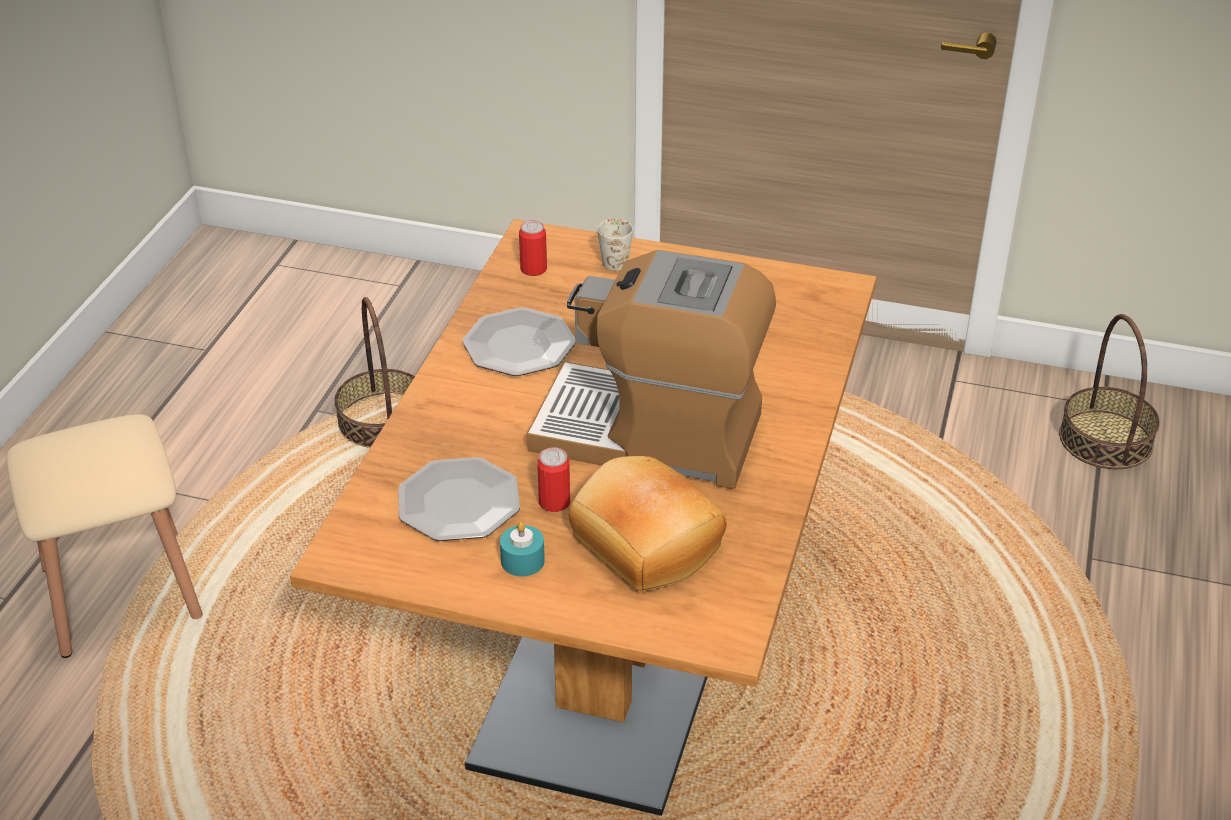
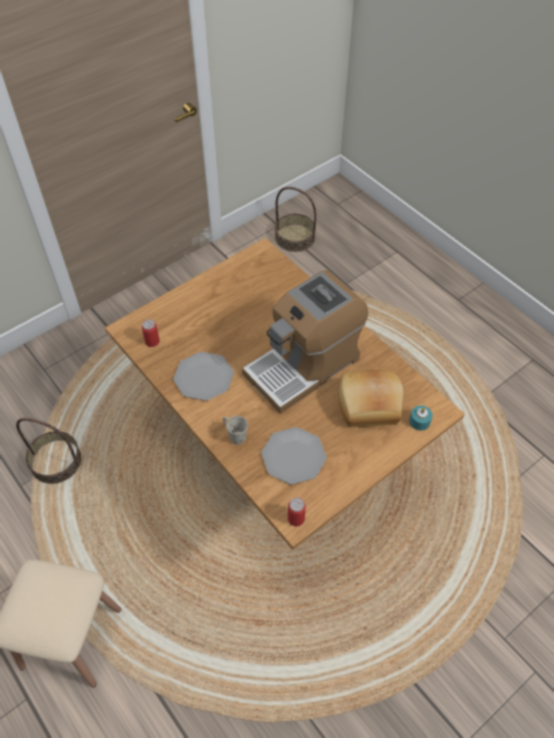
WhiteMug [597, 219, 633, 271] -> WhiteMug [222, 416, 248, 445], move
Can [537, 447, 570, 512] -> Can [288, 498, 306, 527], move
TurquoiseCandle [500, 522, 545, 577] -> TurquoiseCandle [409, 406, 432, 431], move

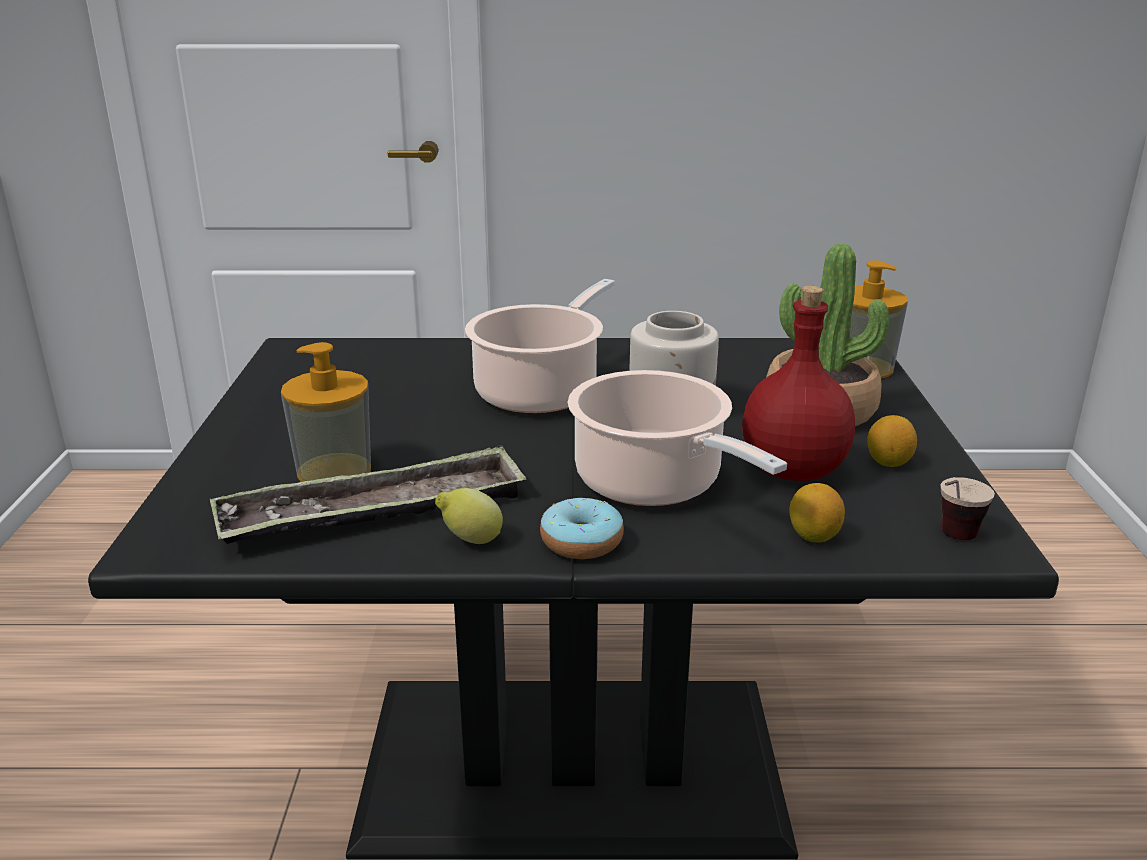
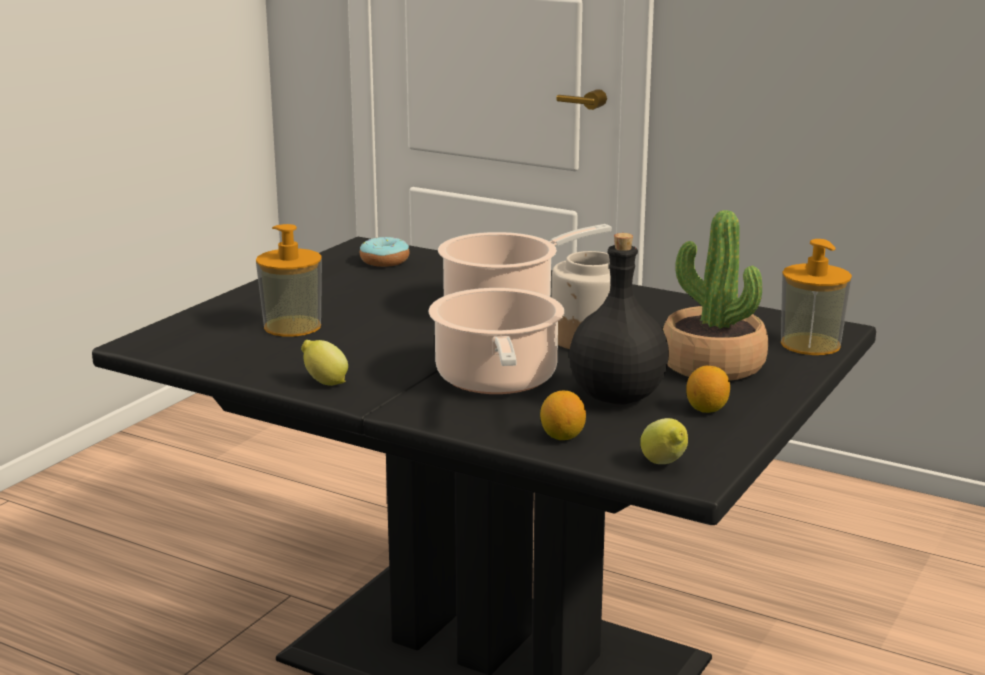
Donut [540, 498, 624, 559] -> Donut [360, 237, 409, 267], move
RedBottle [742, 286, 855, 481] -> BlackBottle [569, 233, 669, 405]
Cup [941, 477, 995, 540] -> Lemon [640, 418, 688, 464]
Tray [210, 445, 526, 544] -> none

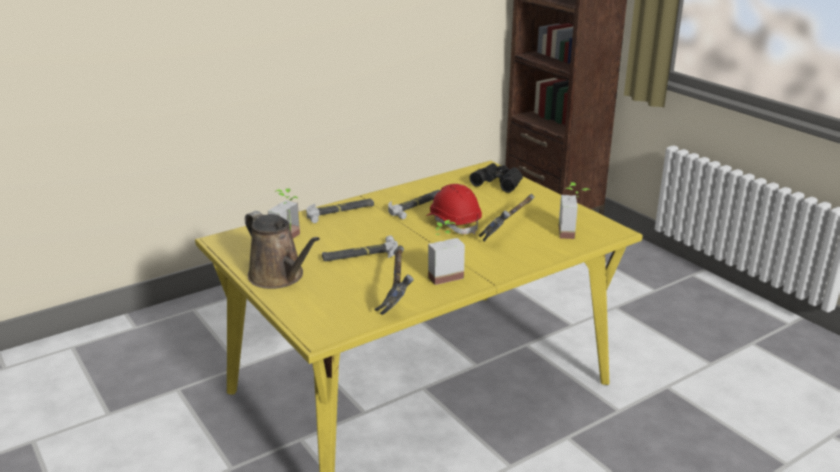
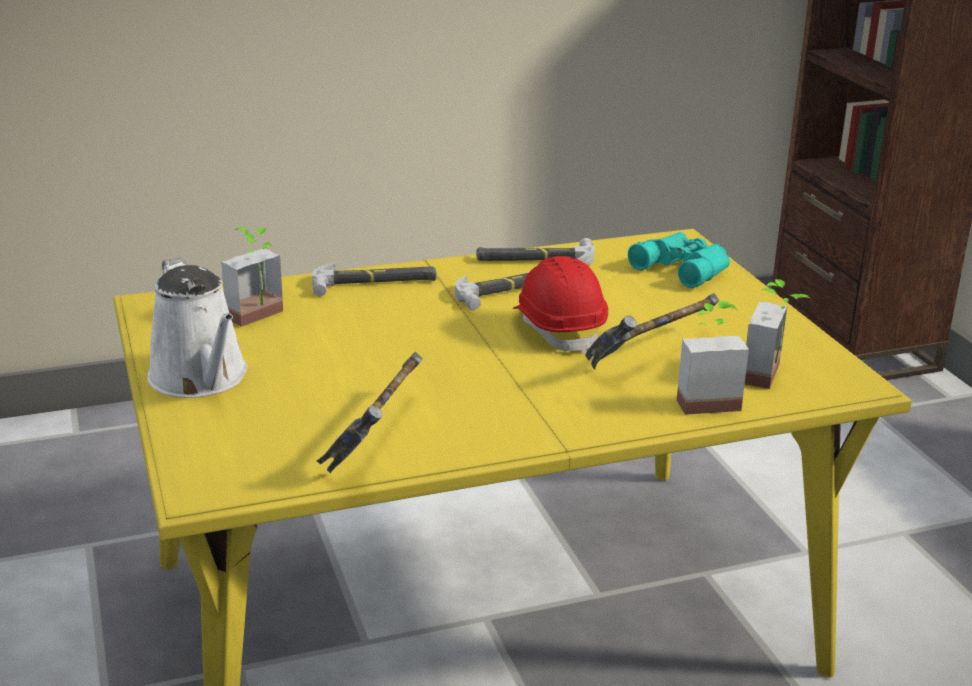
BrownWateringCan [245, 211, 320, 289] -> WhiteWateringCan [147, 257, 247, 398]
Hammer [322, 235, 398, 261] -> Hammer [476, 238, 595, 265], move
BlackBinoculars [469, 163, 523, 193] -> TurquoiseBinoculars [628, 232, 730, 288]
PottedPlant [428, 220, 465, 285] -> PottedPlant [677, 301, 749, 415], move

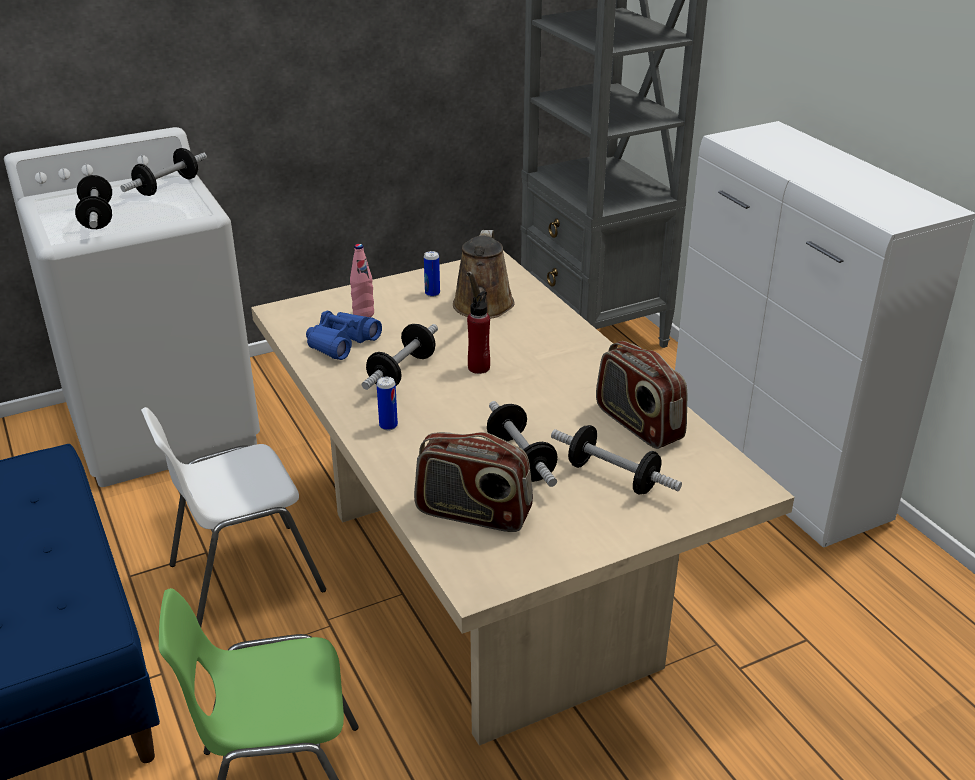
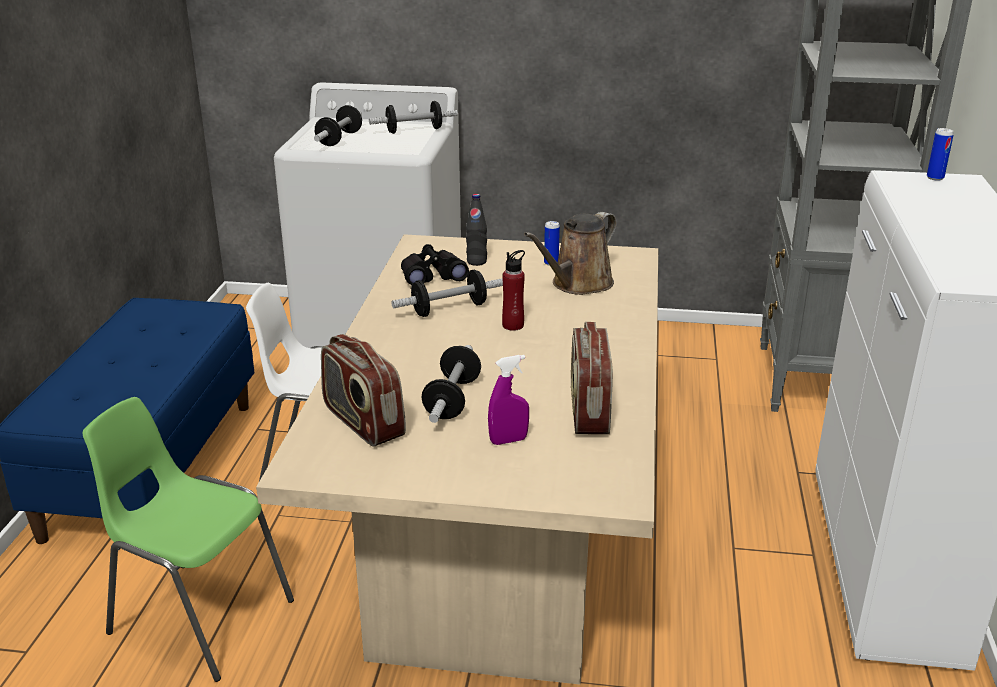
BlueBinoculars [306, 311, 382, 360] -> BlackBinoculars [401, 244, 469, 285]
PinkBottle [350, 244, 374, 317] -> BlackBottle [466, 194, 487, 266]
Dumbbell [551, 425, 682, 495] -> PurpleSprayBottle [488, 355, 529, 445]
Can [377, 377, 398, 431] -> Can [927, 128, 954, 181], move

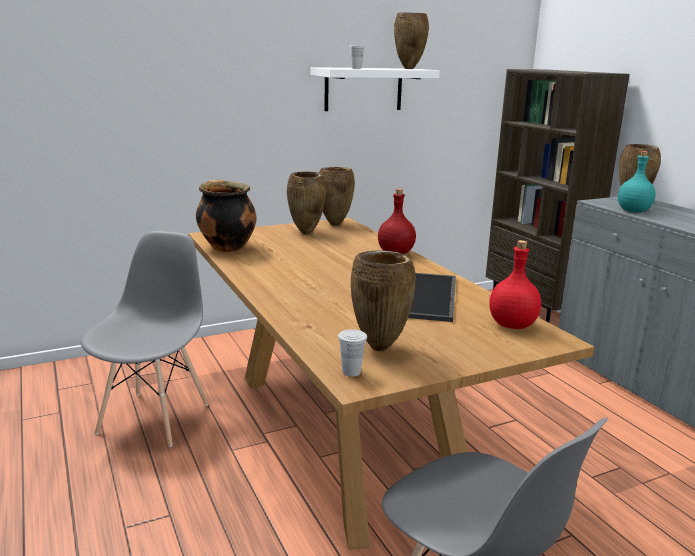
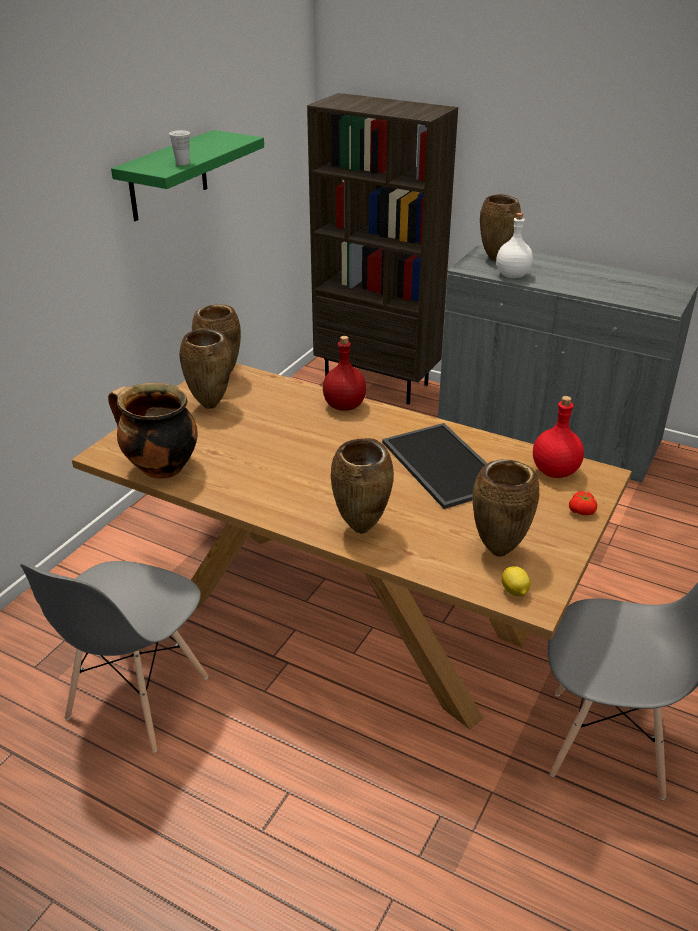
GreyChair [81, 231, 209, 447] -> GreyChair [20, 561, 208, 753], 135 degrees counterclockwise
WhiteShelf [310, 67, 440, 111] -> GreenShelf [111, 130, 264, 221]
BrownVase [394, 12, 429, 69] -> BrownVase [331, 438, 394, 534], move
TurquoiseBottle [618, 151, 656, 213] -> WhiteBottle [496, 213, 533, 278]
WhiteCup [338, 330, 367, 377] -> Lemon [502, 566, 530, 597]
none -> Tomato [569, 491, 597, 515]

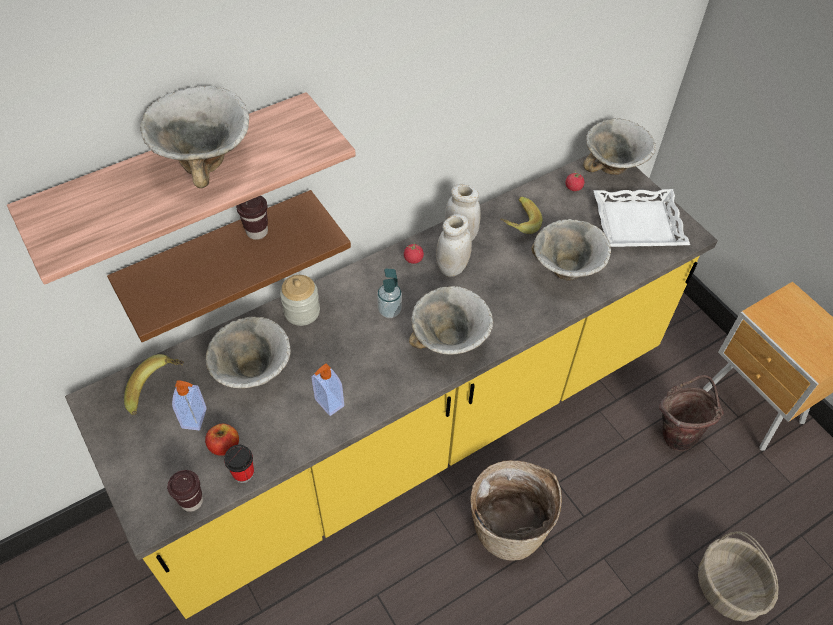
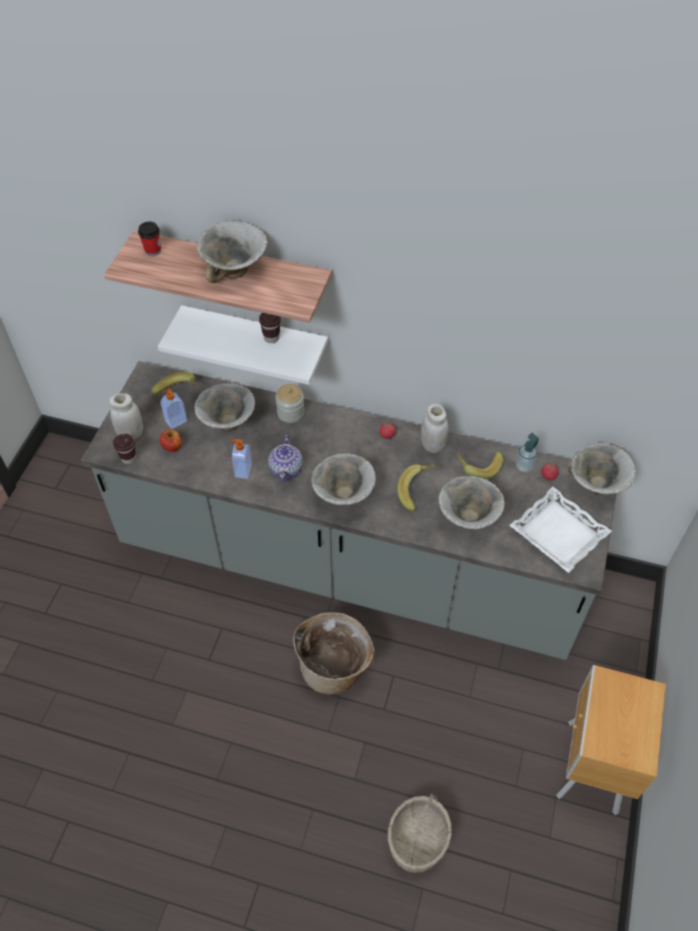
YellowCounter [65, 155, 718, 619] -> GreyCounter [81, 361, 616, 660]
WhiteJar [436, 214, 472, 277] -> WhiteJar [109, 393, 143, 439], move
Cup [224, 445, 254, 483] -> Cup [138, 221, 161, 256], move
BrownShelf [107, 190, 351, 342] -> WhiteShelf [158, 305, 328, 385]
none -> Teapot [268, 435, 303, 482]
none -> Banana [397, 464, 438, 511]
SoapDispenser [377, 269, 402, 318] -> SoapDispenser [516, 433, 539, 472], move
BrownBucket [659, 375, 724, 452] -> none

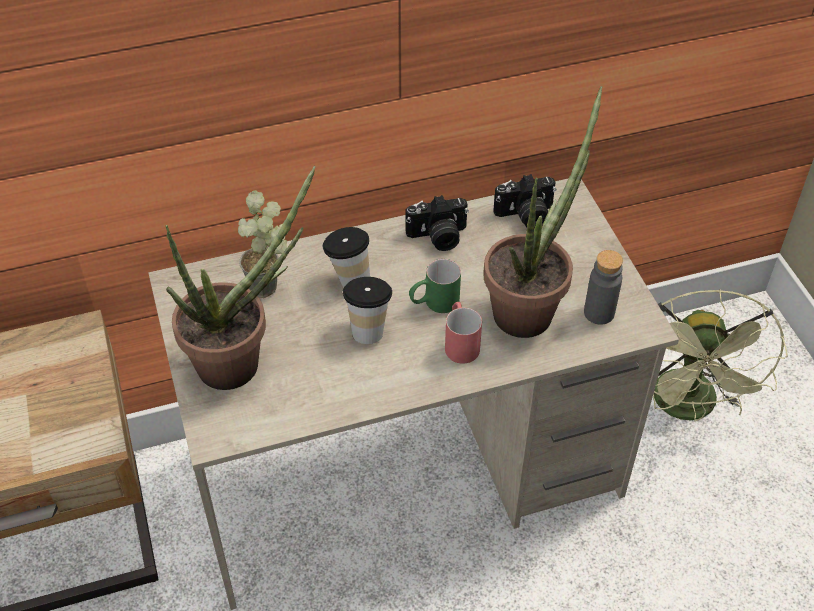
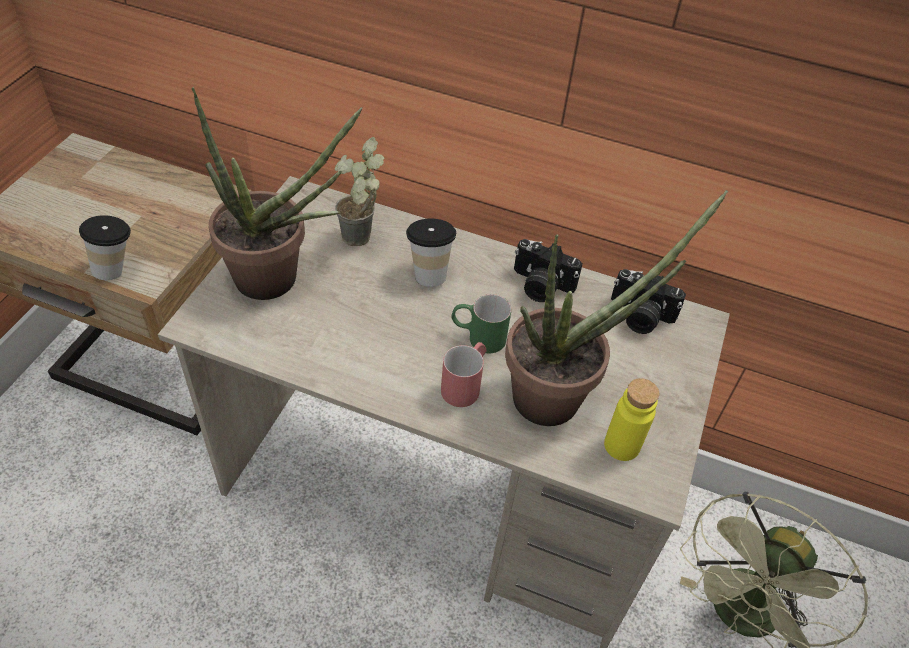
Cup [343, 277, 392, 344] -> Cup [79, 215, 131, 280], move
GreyBottle [584, 250, 623, 325] -> YellowBottle [604, 378, 659, 461]

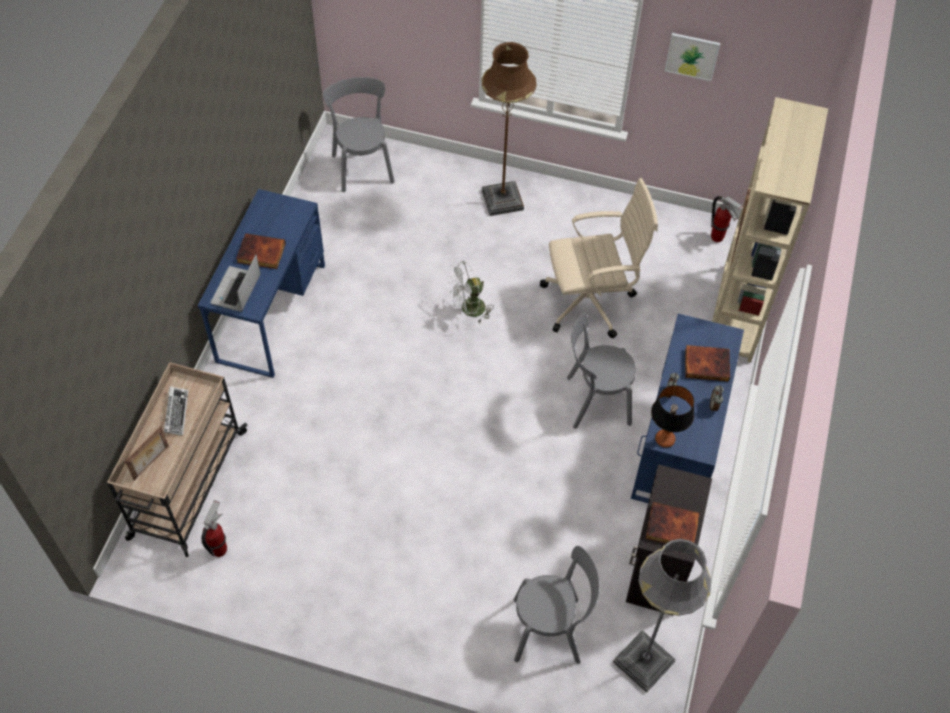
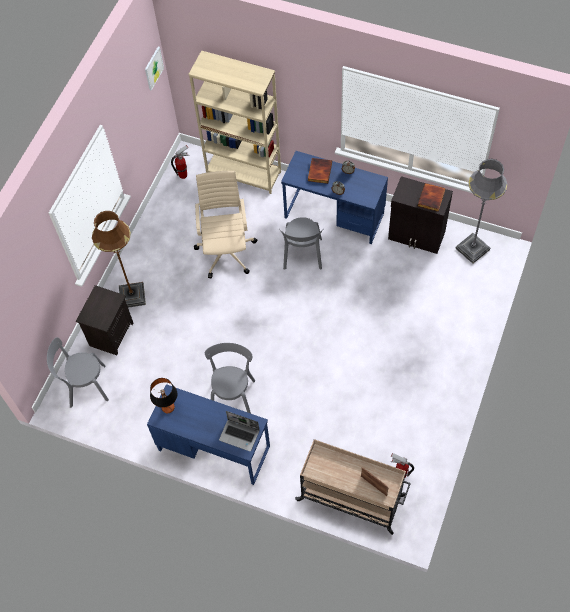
none -> BlackNightstand [76, 285, 133, 355]
Picture [665, 33, 720, 81] -> Picture [145, 47, 164, 91], move
TableLamp [651, 385, 694, 447] -> TableLamp [150, 378, 177, 413], move
GreyChair [513, 546, 600, 664] -> GreyChair [205, 343, 255, 414], move
Keyboard [164, 387, 188, 436] -> none
Book [236, 233, 286, 269] -> none
WhiteFan [447, 261, 494, 323] -> none

